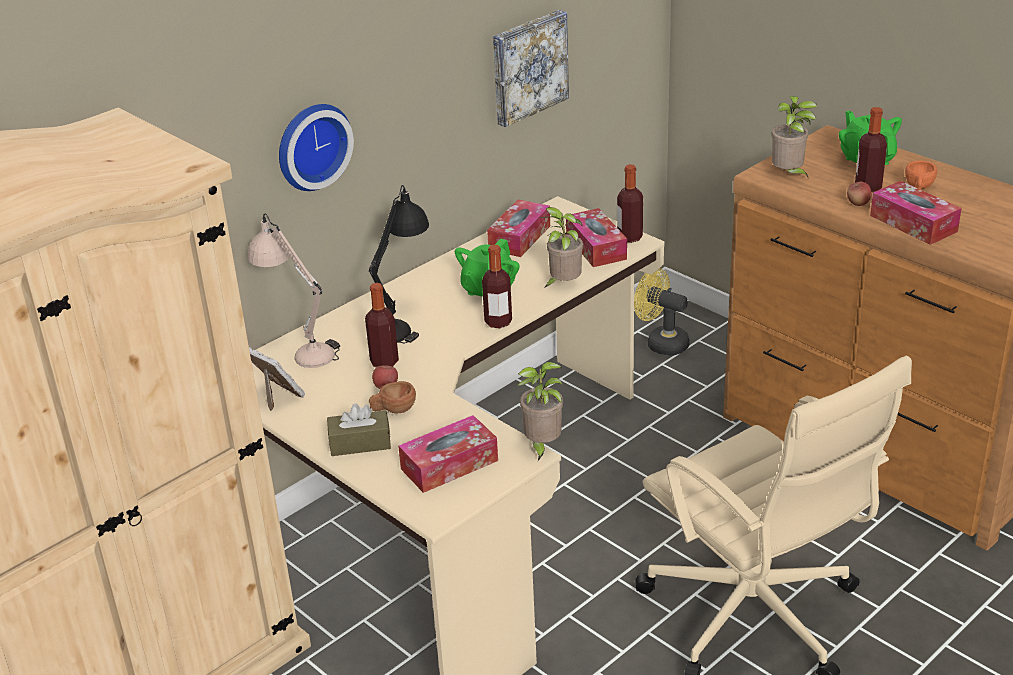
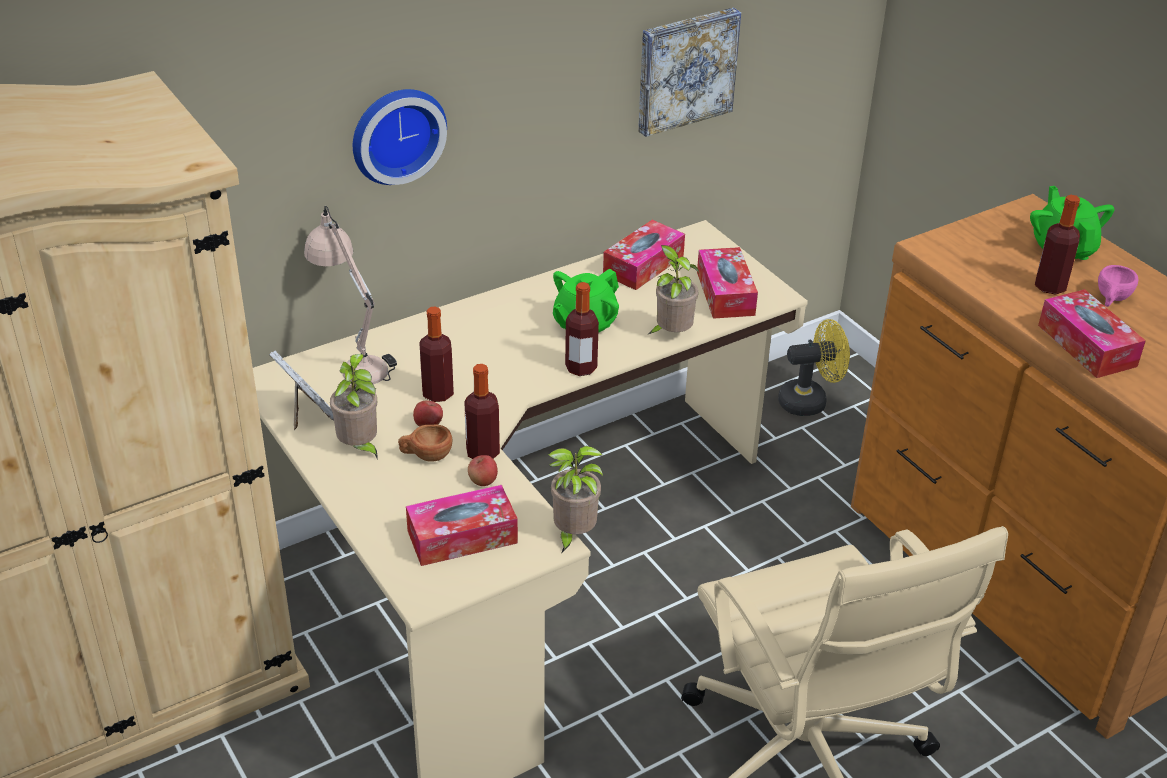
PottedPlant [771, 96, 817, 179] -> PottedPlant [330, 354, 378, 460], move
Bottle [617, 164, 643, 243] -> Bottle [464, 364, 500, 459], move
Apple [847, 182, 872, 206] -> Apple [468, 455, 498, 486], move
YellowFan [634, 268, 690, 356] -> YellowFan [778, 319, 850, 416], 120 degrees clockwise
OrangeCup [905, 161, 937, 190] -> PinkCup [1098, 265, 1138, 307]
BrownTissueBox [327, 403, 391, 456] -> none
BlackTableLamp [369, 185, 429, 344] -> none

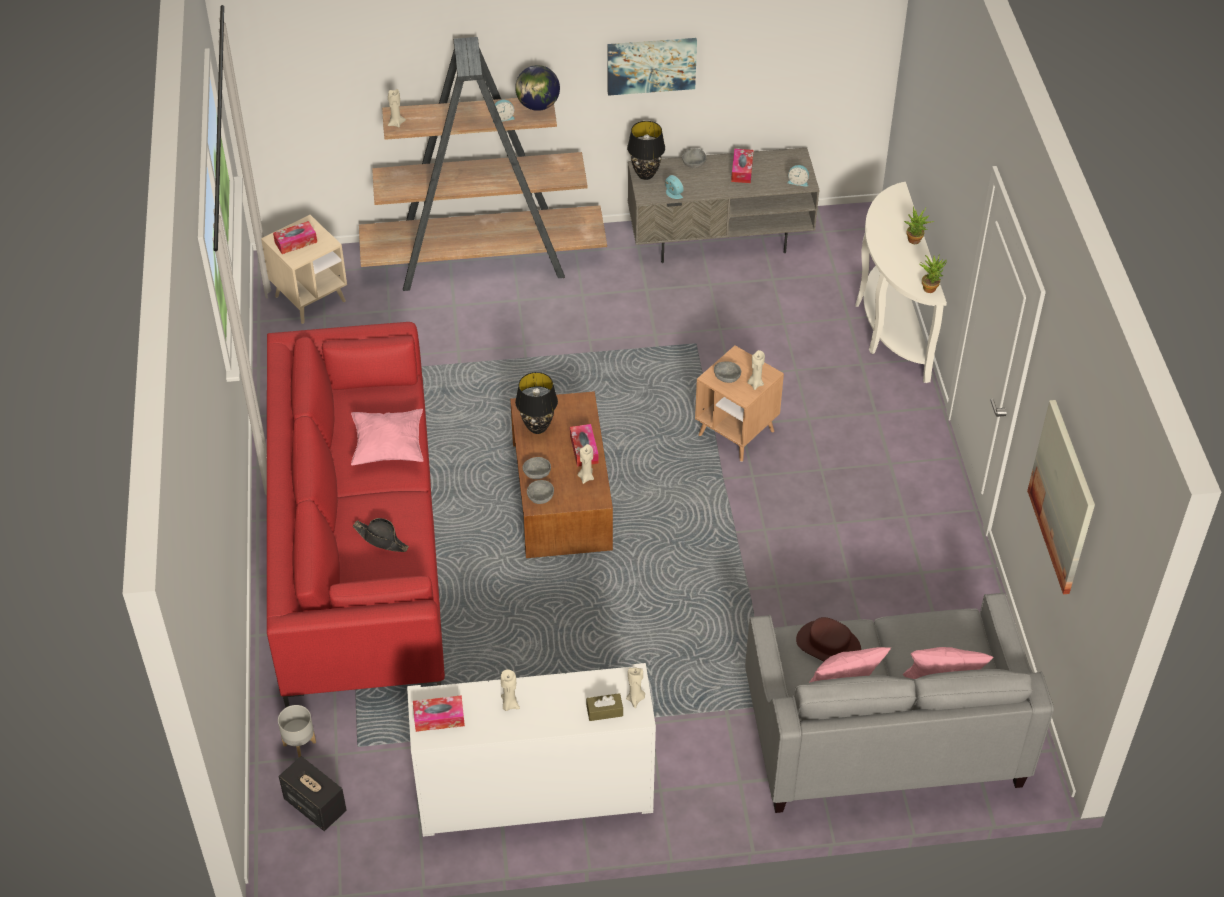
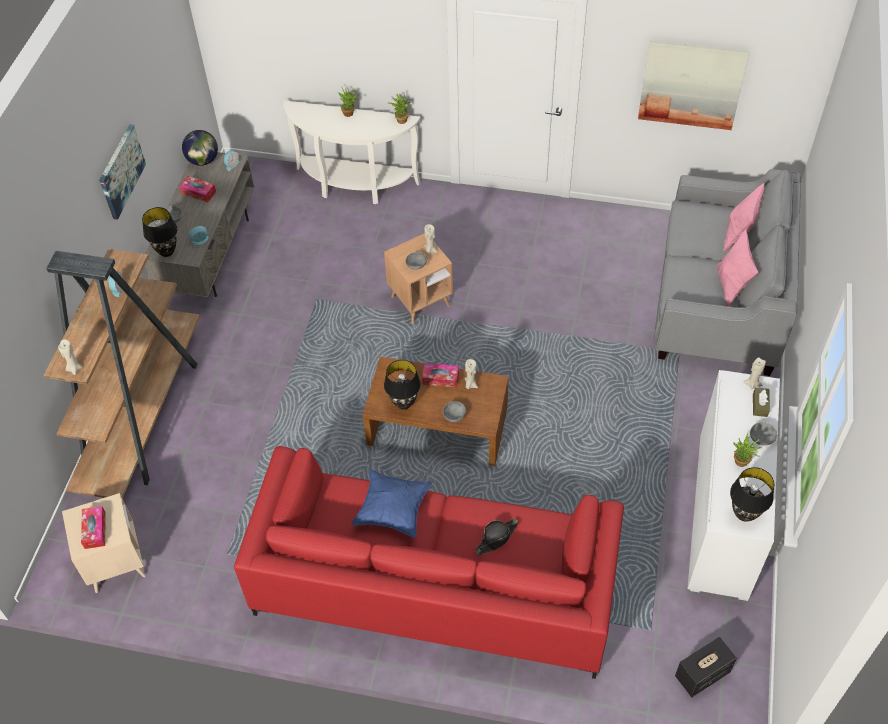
Globe [515, 65, 560, 111] -> Globe [182, 130, 218, 166], move
PinkPillow [351, 409, 424, 465] -> BluePillow [351, 469, 432, 538]
TissueBox [413, 695, 465, 732] -> BlackTableLamp [730, 467, 774, 522]
BeigeCandle [501, 669, 520, 711] -> PottedPlant [733, 433, 761, 467]
GreyBowl [527, 480, 554, 504] -> GreyBowl [750, 422, 777, 446], move
GreyPlanter [278, 705, 316, 757] -> none
BrownHat [796, 617, 861, 661] -> none

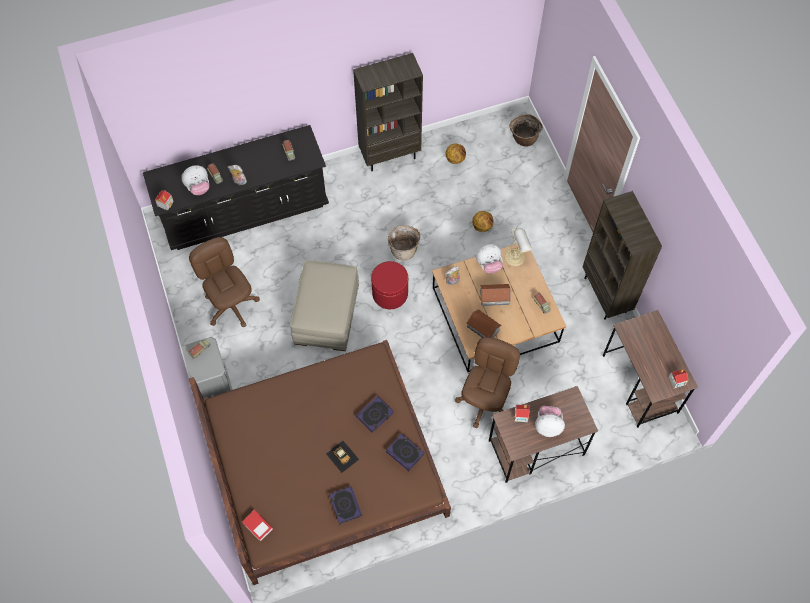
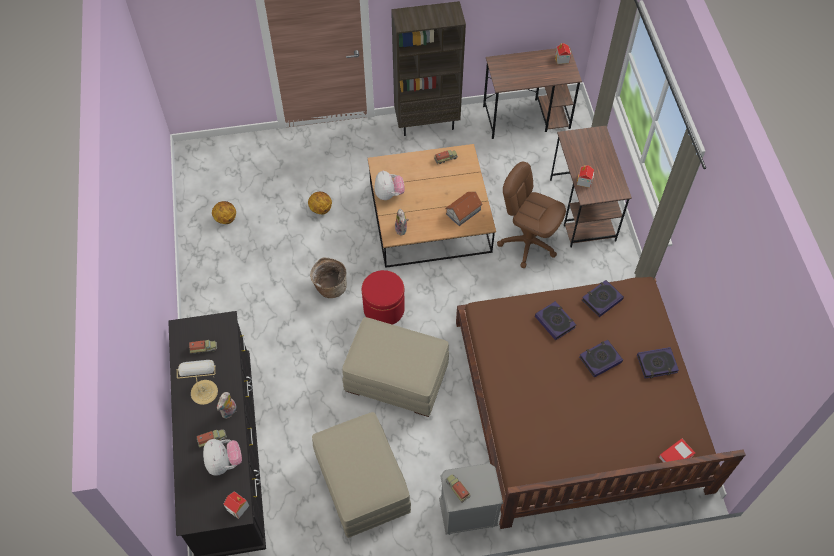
TableLamp [504, 228, 532, 266] -> TableLamp [177, 360, 218, 405], move
BrownOfficeChair [189, 237, 260, 328] -> BeigeOttoman [312, 412, 411, 538]
ToyCar [326, 441, 359, 473] -> Book [579, 340, 623, 378]
BrownBookcase [353, 53, 423, 172] -> none
ToyHouse [480, 284, 511, 306] -> none
Basket [509, 114, 543, 147] -> none
PlushToy [535, 406, 565, 437] -> none

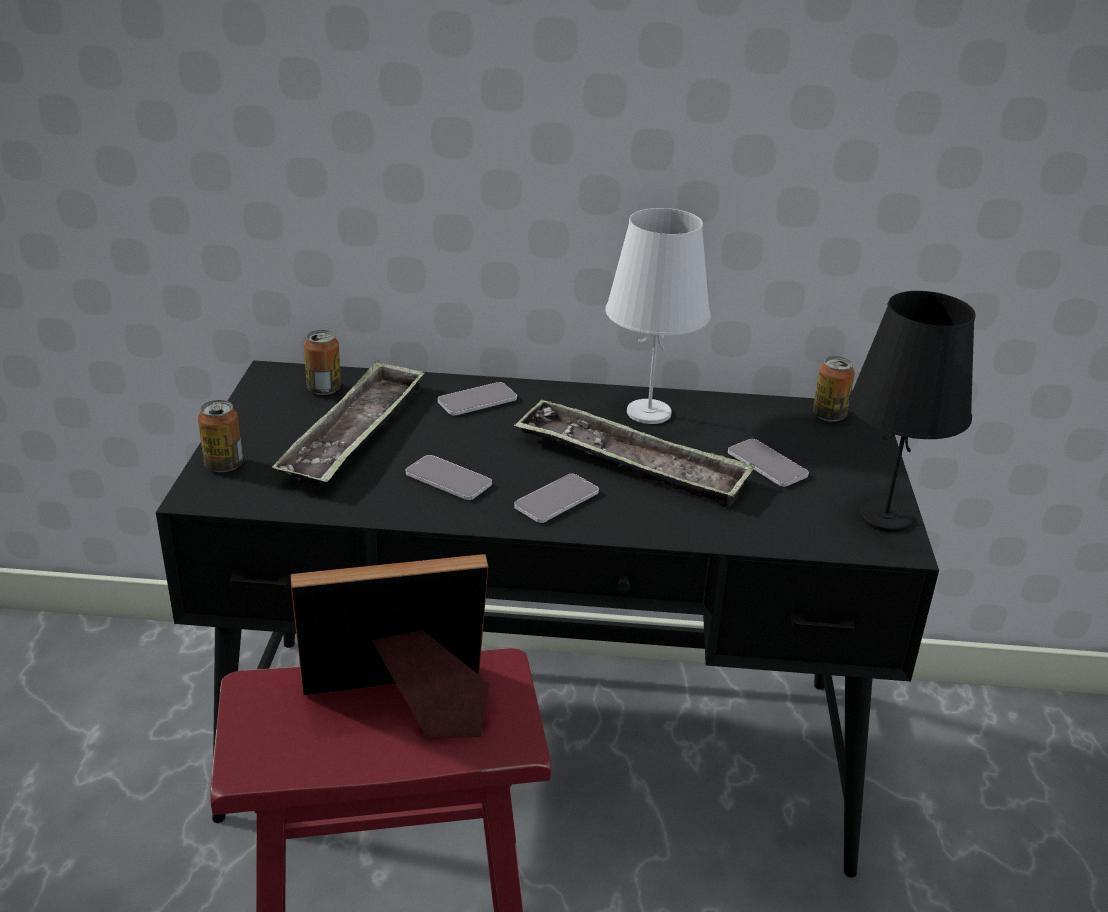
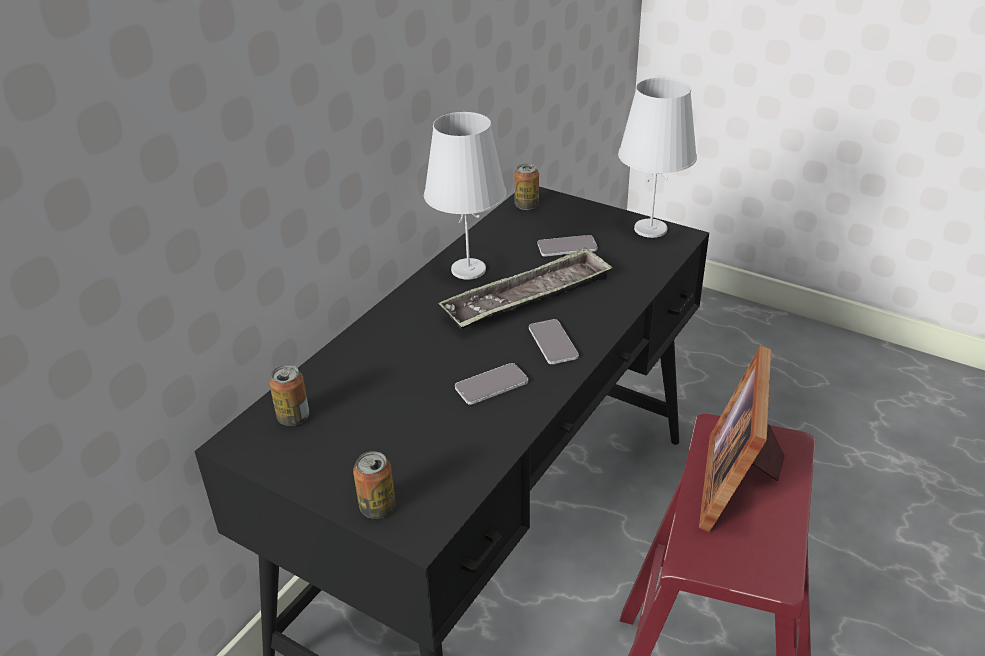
BlackTableLamp [848, 291, 975, 532] -> WhiteTableLamp [618, 77, 697, 238]
Tray [272, 360, 425, 487] -> none
Phone [438, 382, 517, 416] -> none

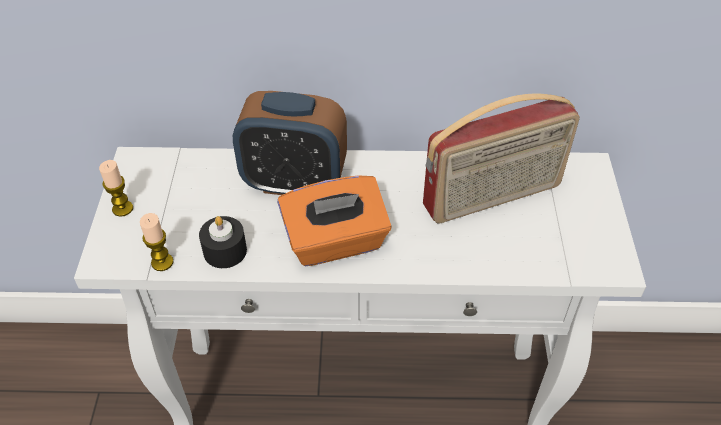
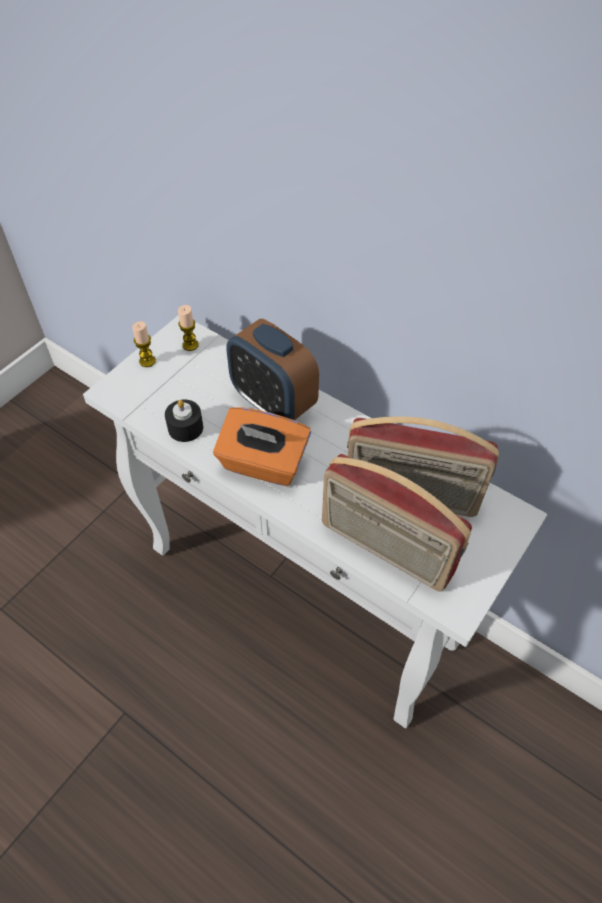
Candle [140, 213, 174, 271] -> Candle [178, 305, 199, 351], move
none -> Radio [322, 454, 472, 592]

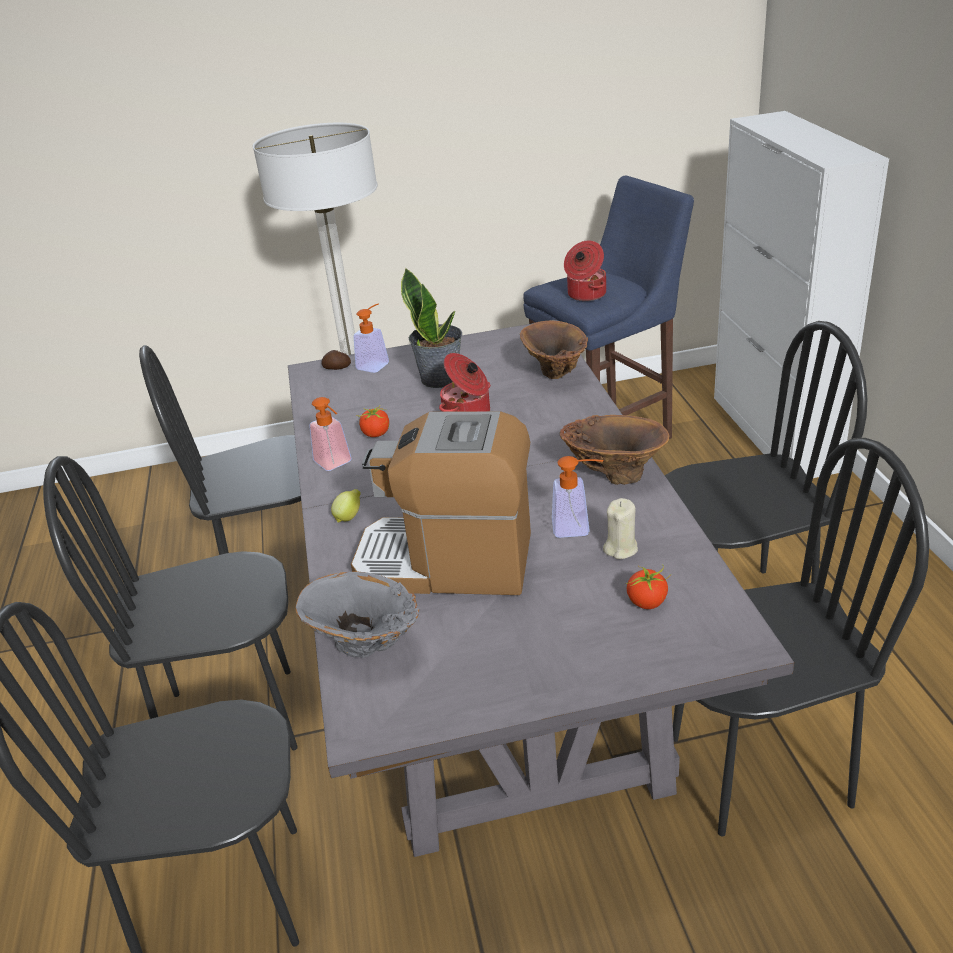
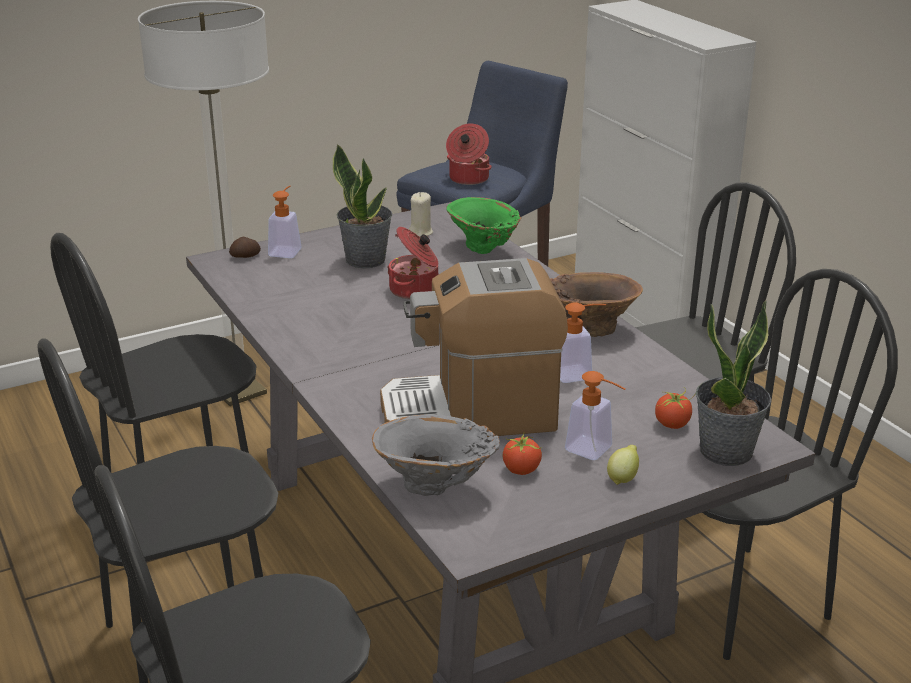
BeigeCandle [603, 498, 638, 559] -> BeigeCandle [409, 192, 433, 237], move
BrownVase [520, 321, 588, 379] -> GreenVase [446, 197, 521, 254]
Tomato [356, 406, 389, 437] -> Tomato [503, 434, 542, 475], move
SoapDispenser [309, 397, 352, 471] -> SoapDispenser [565, 371, 626, 460], move
Lemon [331, 489, 361, 522] -> Lemon [607, 445, 639, 485], move
none -> PottedPlant [696, 300, 771, 466]

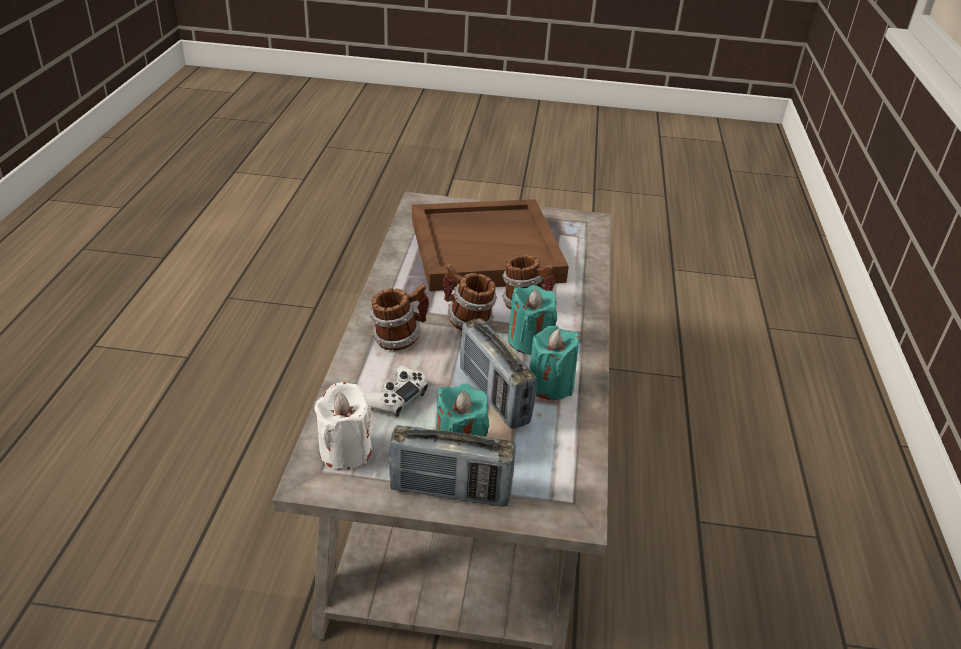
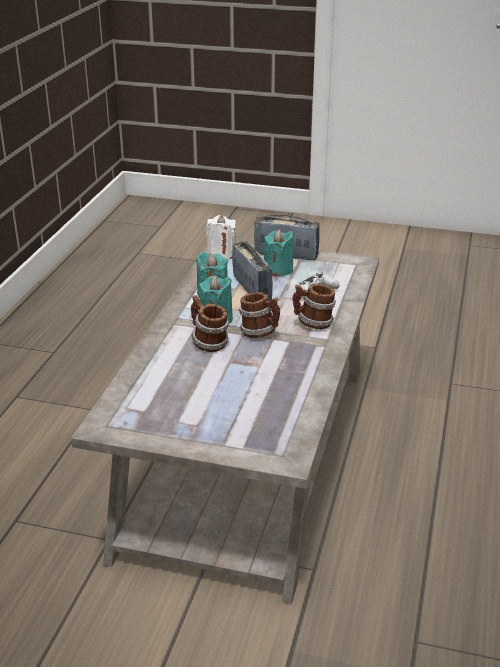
WhiteCandle [314, 382, 372, 470] -> WhiteCandle [206, 215, 236, 259], move
BrownTray [412, 199, 569, 291] -> none

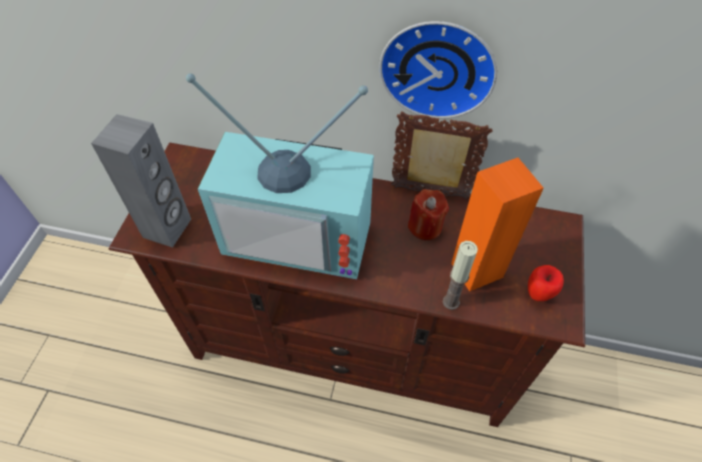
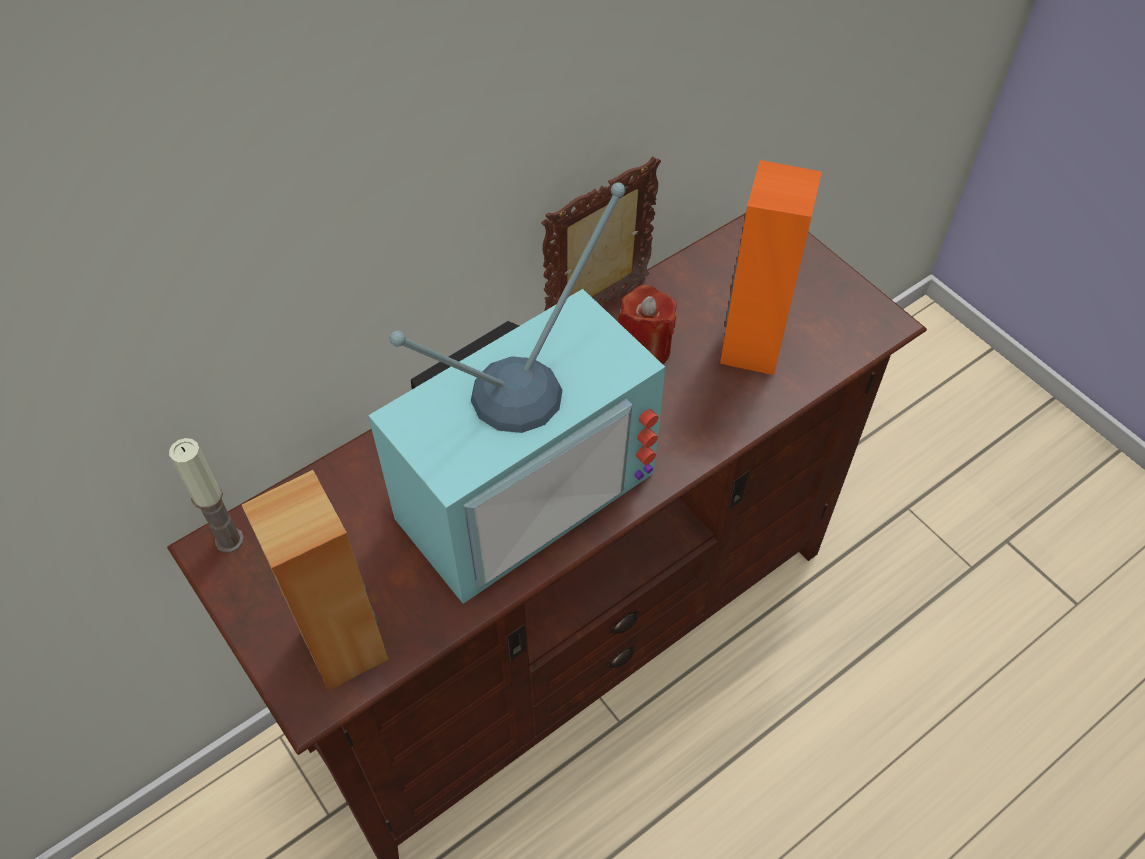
Candle [443, 241, 478, 310] -> Candle [169, 438, 244, 553], move
GreySpeaker [91, 114, 191, 248] -> BrownSpeaker [242, 470, 388, 691]
WallClock [379, 21, 497, 119] -> none
Apple [528, 265, 564, 301] -> none

